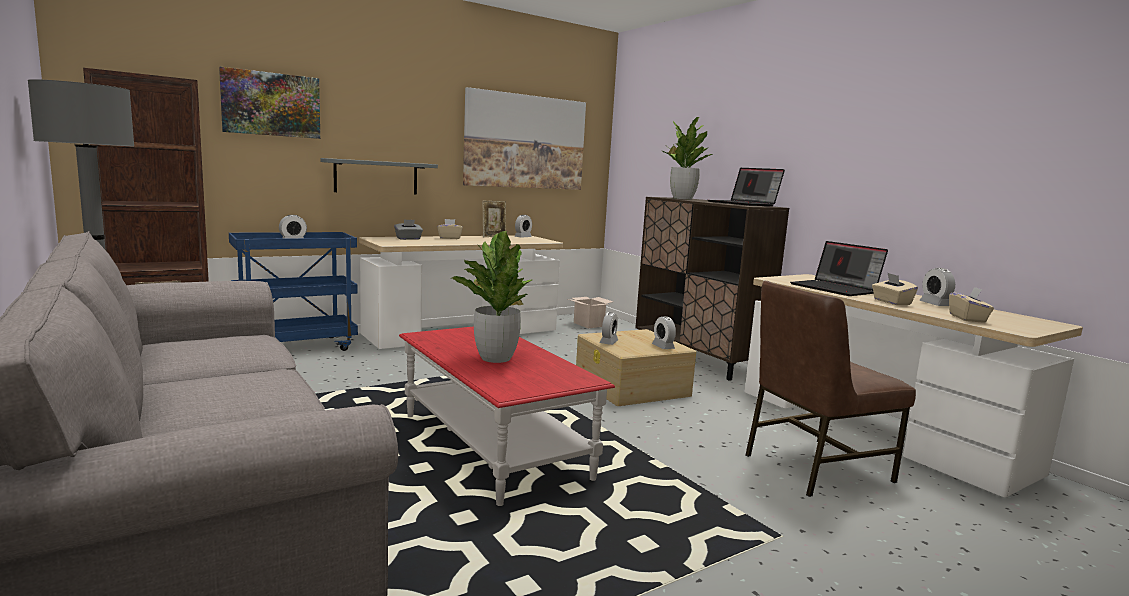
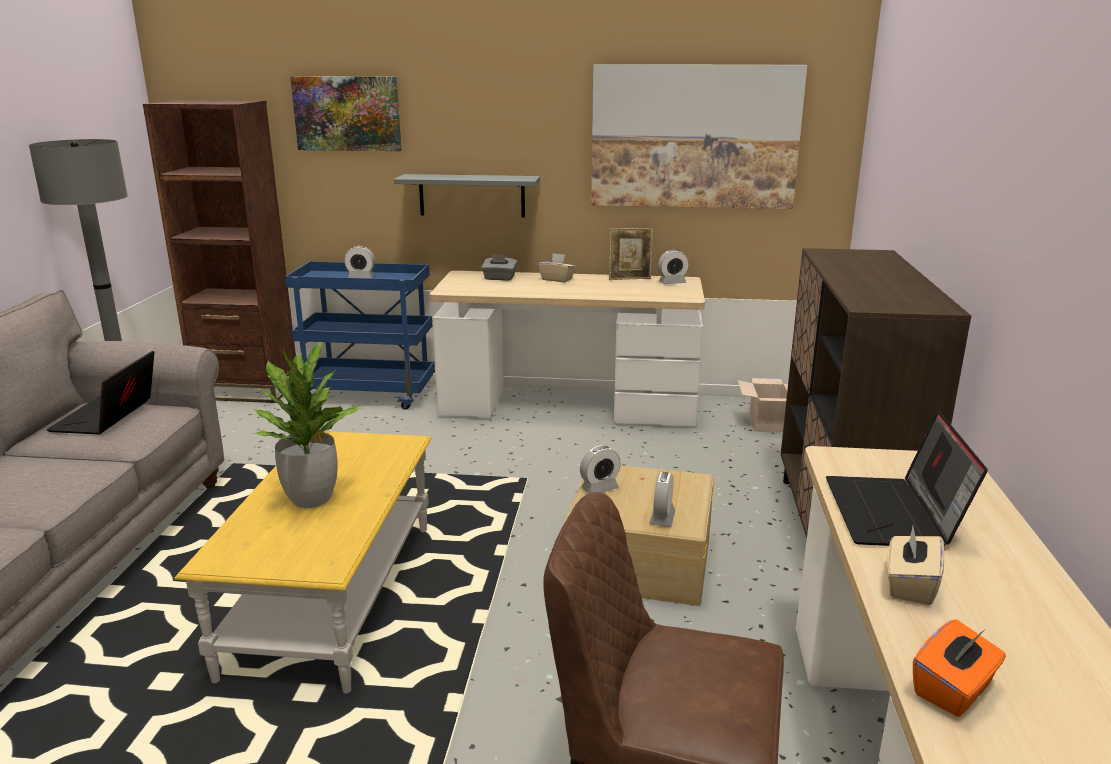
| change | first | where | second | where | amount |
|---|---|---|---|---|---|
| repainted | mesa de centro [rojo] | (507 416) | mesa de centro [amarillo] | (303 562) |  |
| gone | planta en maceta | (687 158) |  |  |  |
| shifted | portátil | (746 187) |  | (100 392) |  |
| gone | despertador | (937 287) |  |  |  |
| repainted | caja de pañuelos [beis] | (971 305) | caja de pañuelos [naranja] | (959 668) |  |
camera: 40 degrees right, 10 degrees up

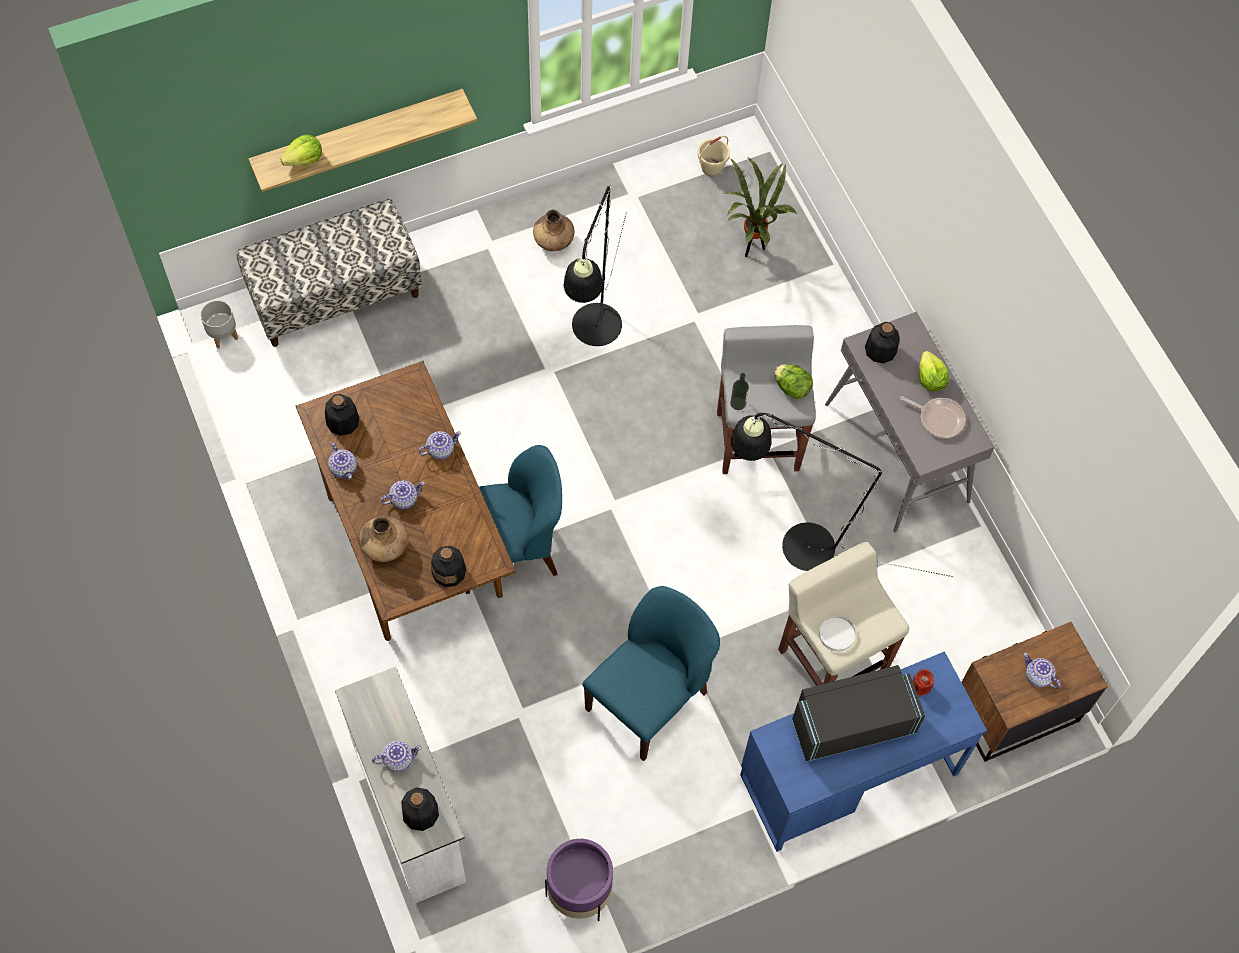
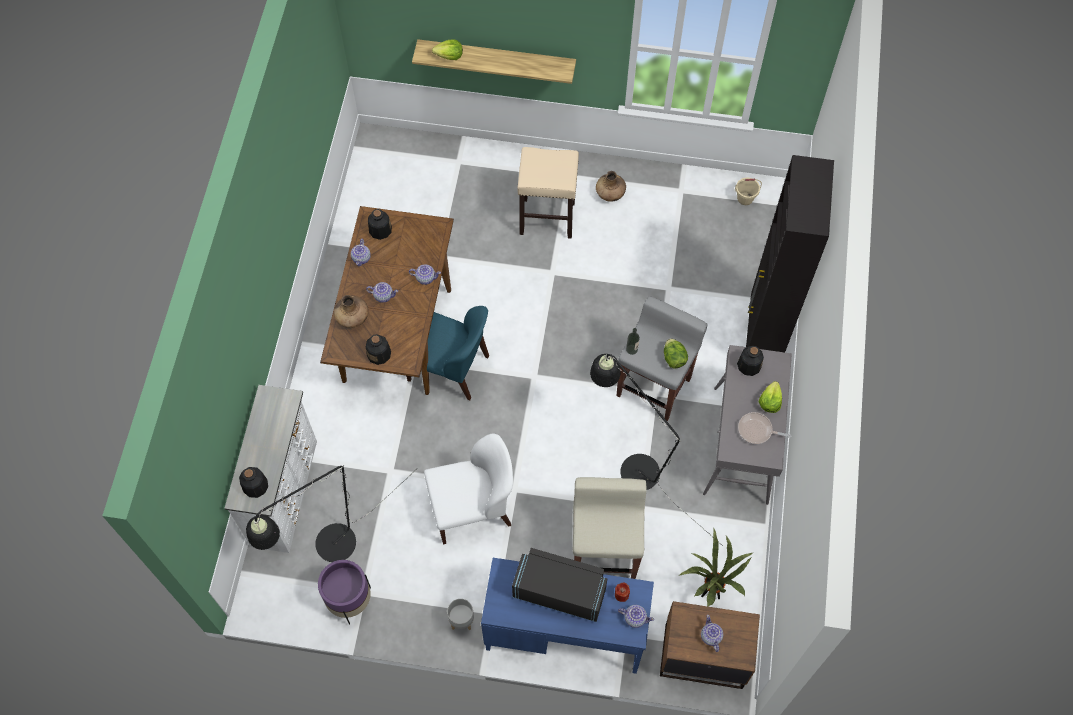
| change | first | where | second | where | amount |
|---|---|---|---|---|---|
| shifted | maceta [gris] | (219 324) |  | (460 614) |  |
| gone | banco | (329 273) |  |  |  |
| shifted | tetera | (397 756) |  | (636 616) |  |
| shifted | lámpara de pie [negro] | (595 265) |  | (332 514) |  |
| repainted | silla [azul] | (651 673) | silla [blanco] | (468 489) |  |
| shifted | planta en maceta | (760 207) |  | (715 567) |  |
| gone | plato [blanco] | (837 633) |  |  |  |
| rotated | sartén | (933 417) |  | (764 428) | 135 degrees clockwise |
| new |  |  | taburete [beis] | (548 193) |  |
| new |  |  | armario [negro] | (790 253) |  |
camera: 35 degrees right, 0 degrees up

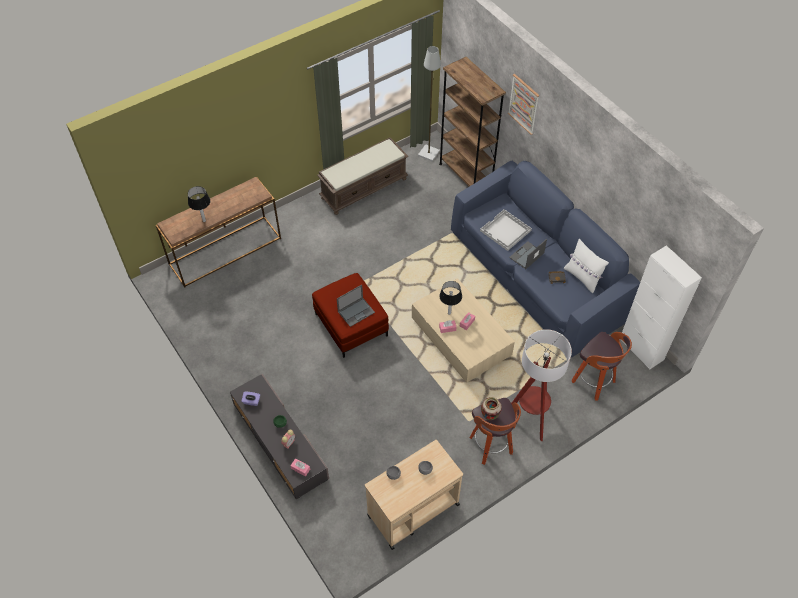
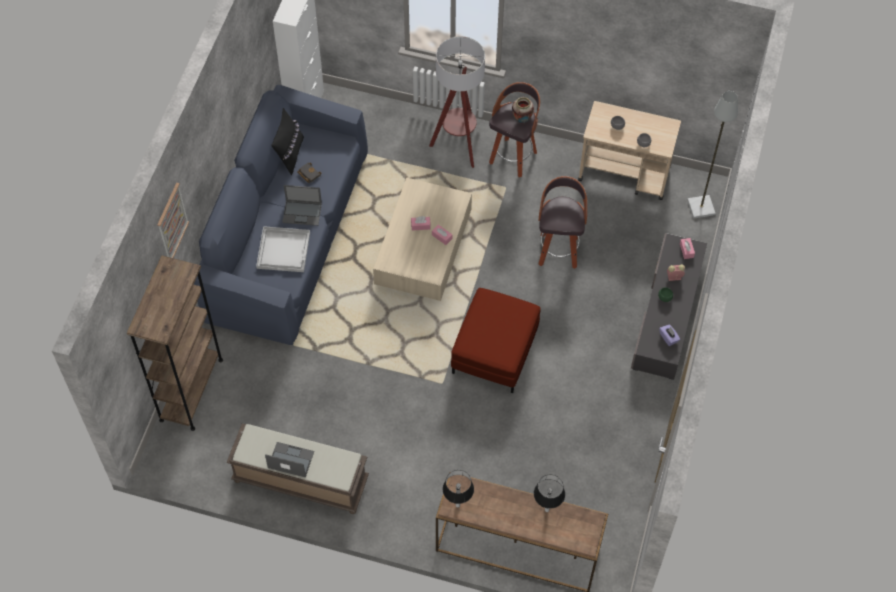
| change | first | where | second | where | amount |
|---|---|---|---|---|---|
| shifted | portátil | (356 306) |  | (289 460) |  |
| shifted | lámpara de pie [gris] | (429 104) |  | (712 155) |  |
| shifted | lámpara de mesa | (450 298) |  | (458 489) |  |
| repainted | cojín [blanco] | (586 266) | cojín [negro] | (287 142) |  |
| shifted | taburete | (602 366) |  | (562 222) |  |
camera: 130 degrees left, 5 degrees up

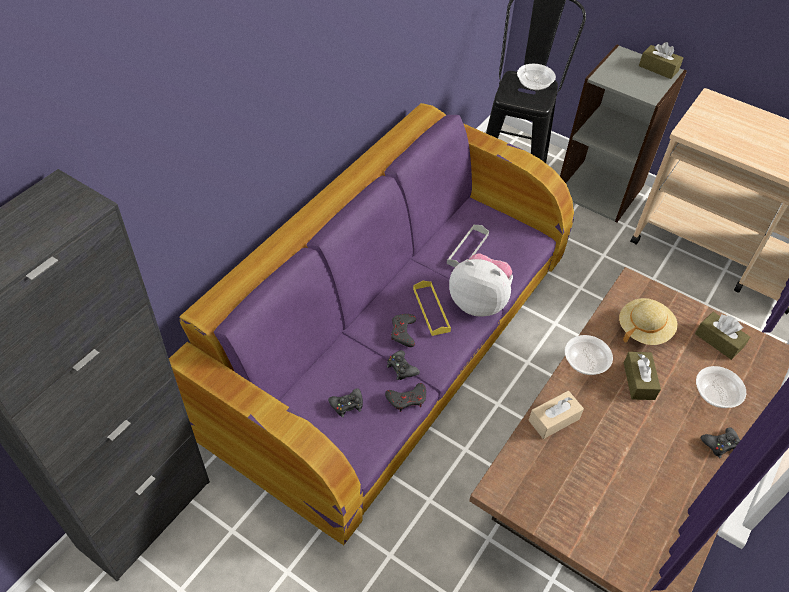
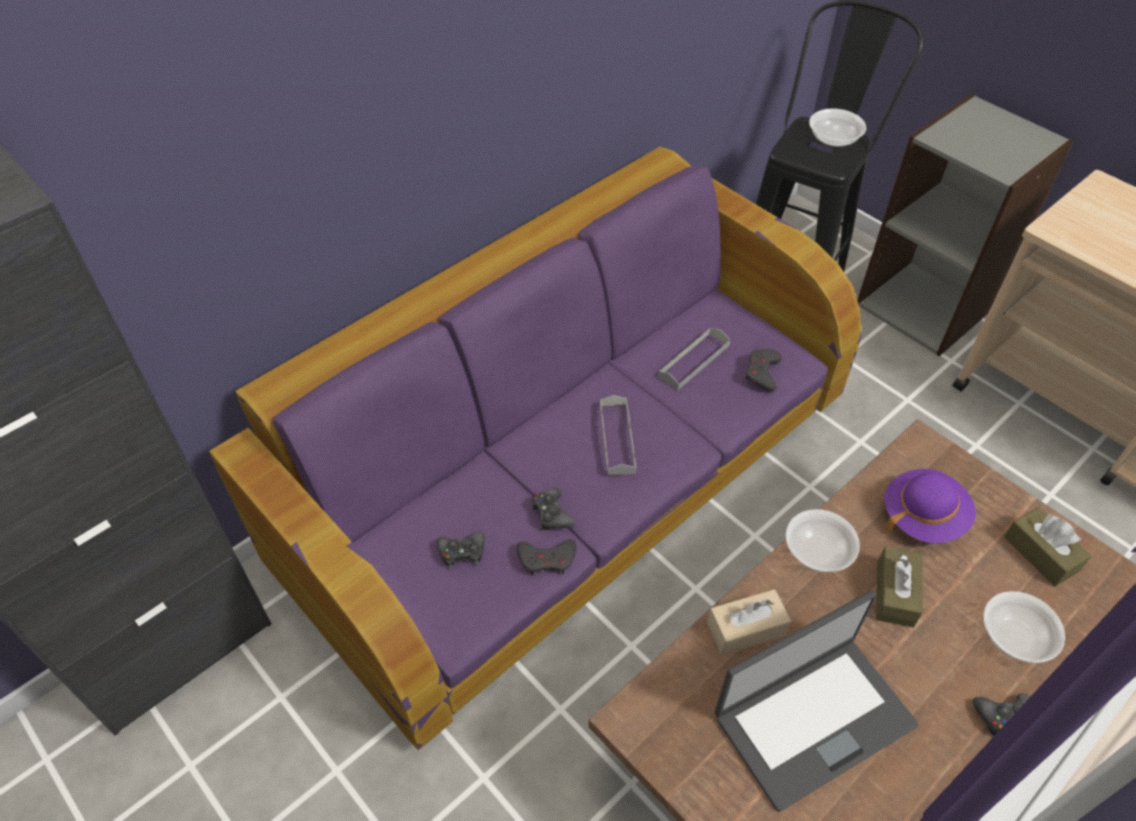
| change | first | where | second | where | amount |
|---|---|---|---|---|---|
| shifted | mando de consola [gris] | (403 330) |  | (763 370) |  |
| repainted | bandeja [amarillo] | (432 308) | bandeja [gris] | (618 435) |  |
| gone | peluche | (481 285) |  |  |  |
| repainted | sombrero [beis] | (648 321) | sombrero [morado] | (930 506) |  |
| gone | caja de pañuelos [marrón] | (661 60) |  |  |  |
| new |  |  | portátil | (817 701) |  |
camera: 15 degrees right, 0 degrees up

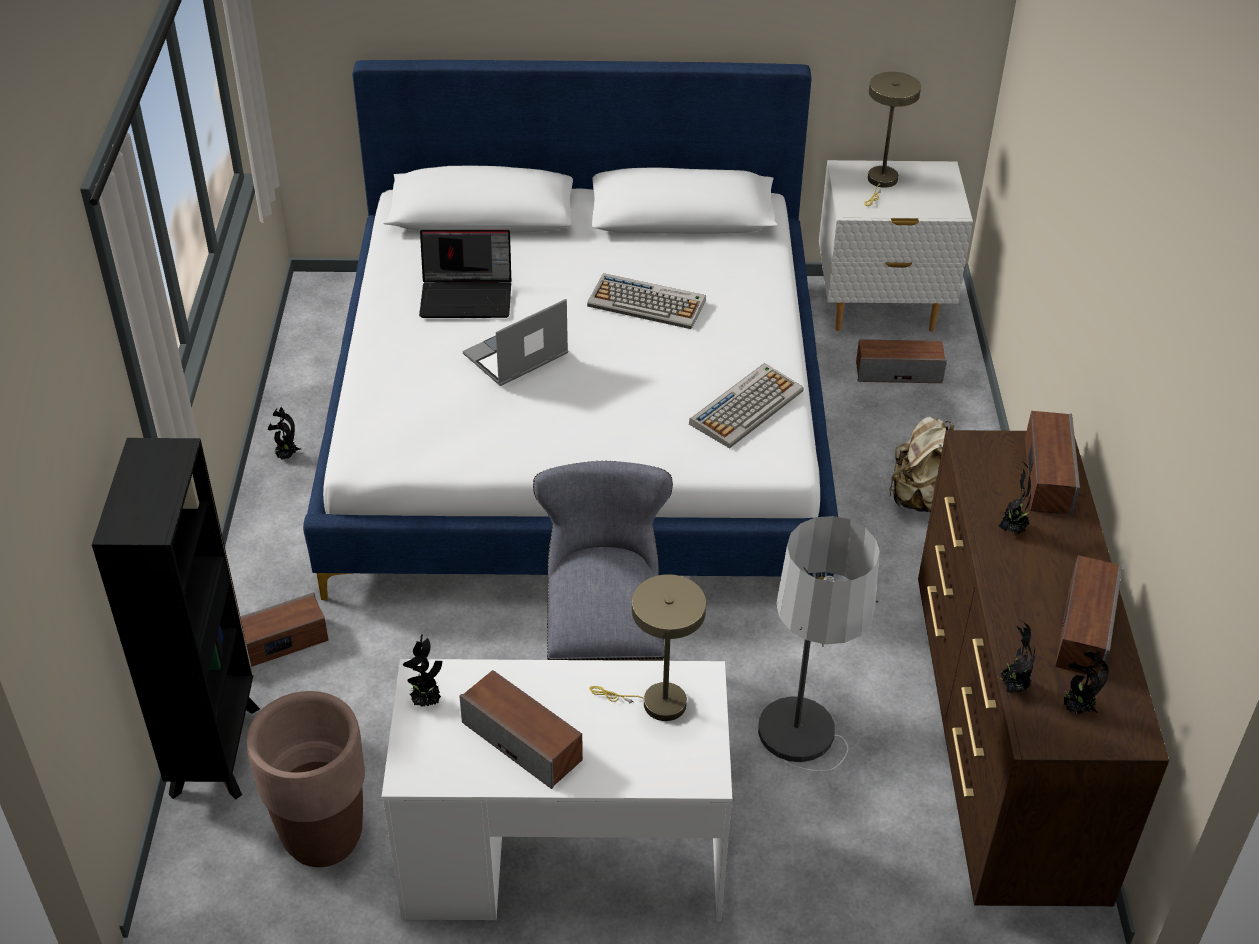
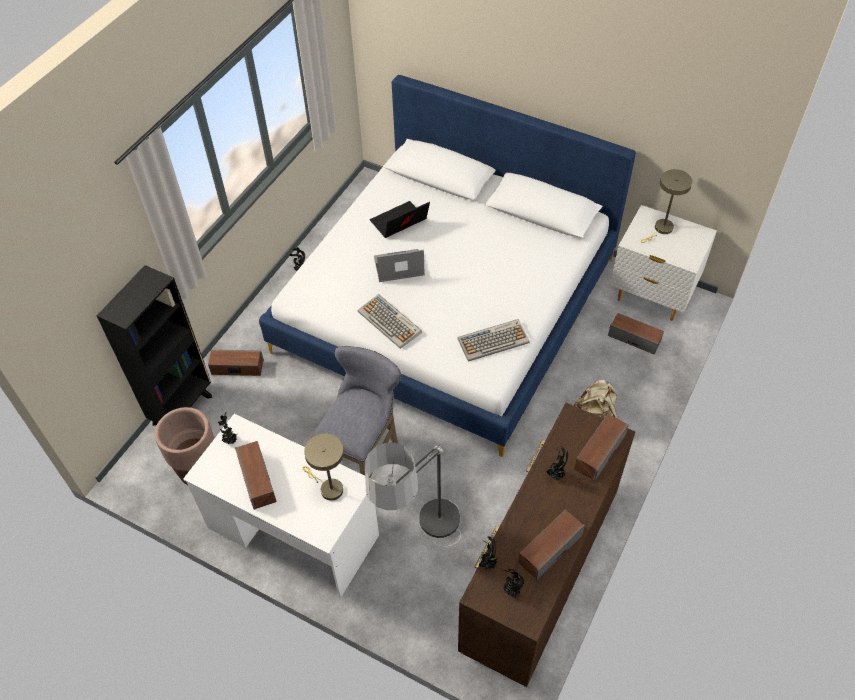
| change | first | where | second | where | amount |
|---|---|---|---|---|---|
| rotated | portátil | (465 274) |  | (400 219) | 120 degrees clockwise |
| shifted | teclado | (646 301) |  | (390 321) |  |
camera: 30 degrees right, 10 degrees up

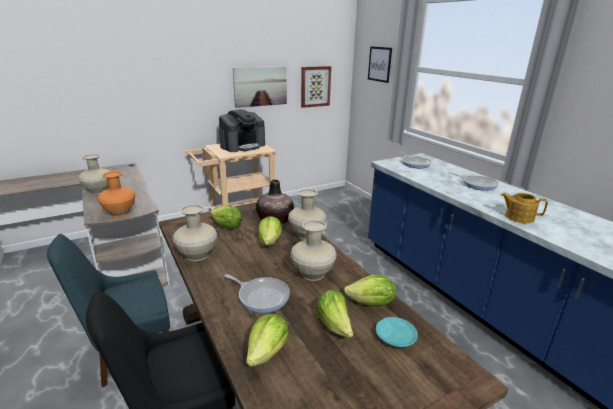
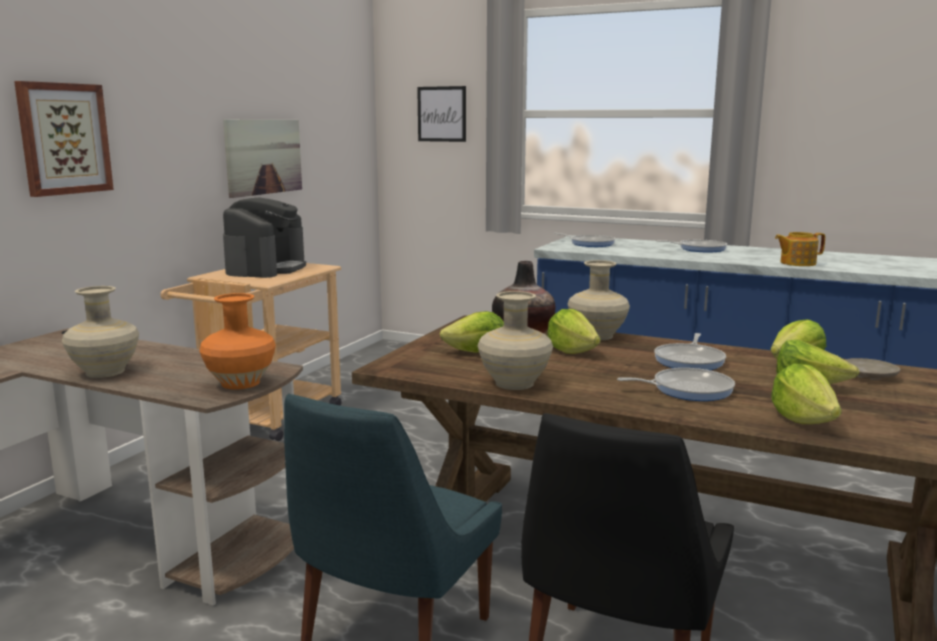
| change | first | where | second | where | amount |
|---|---|---|---|---|---|
| swapped | florero [beis] | (314 250) | sartén | (690 351) |  |
| shifted | cuadro | (316 87) |  | (64 139) |  |
| repainted | plato [turquesa] | (397 332) | plato [beis] | (873 369) |  |
camera: 35 degrees left, 10 degrees down

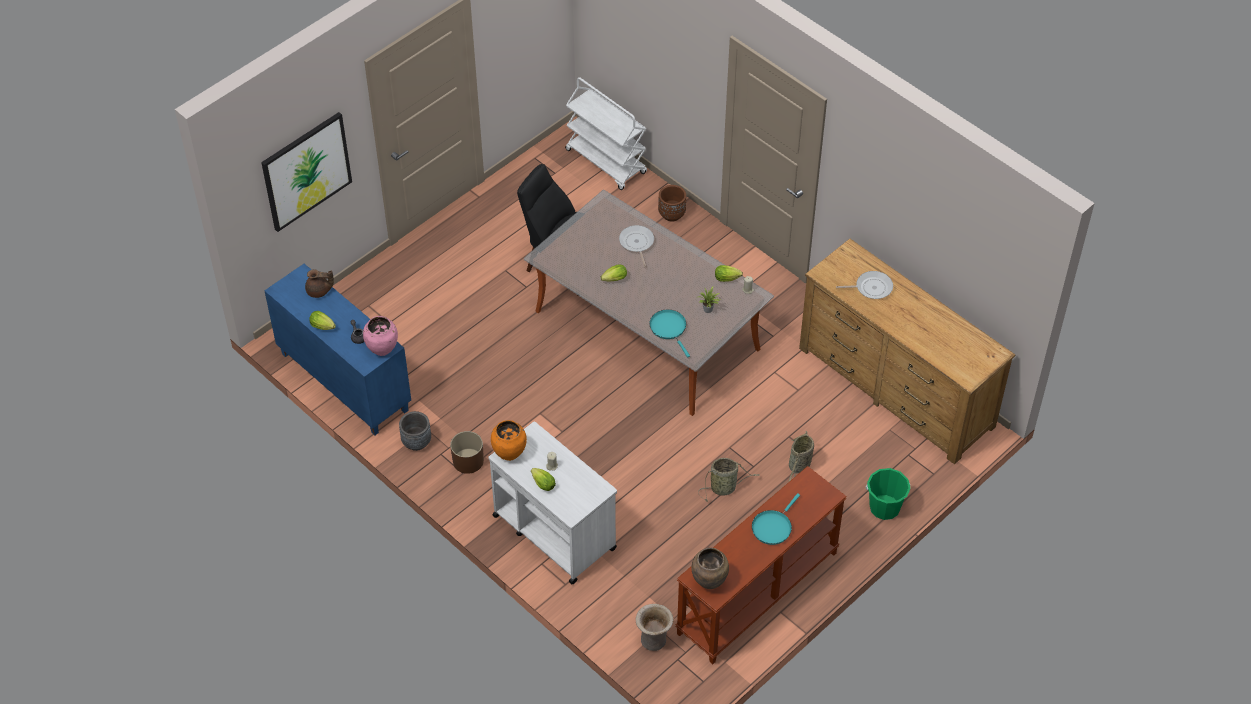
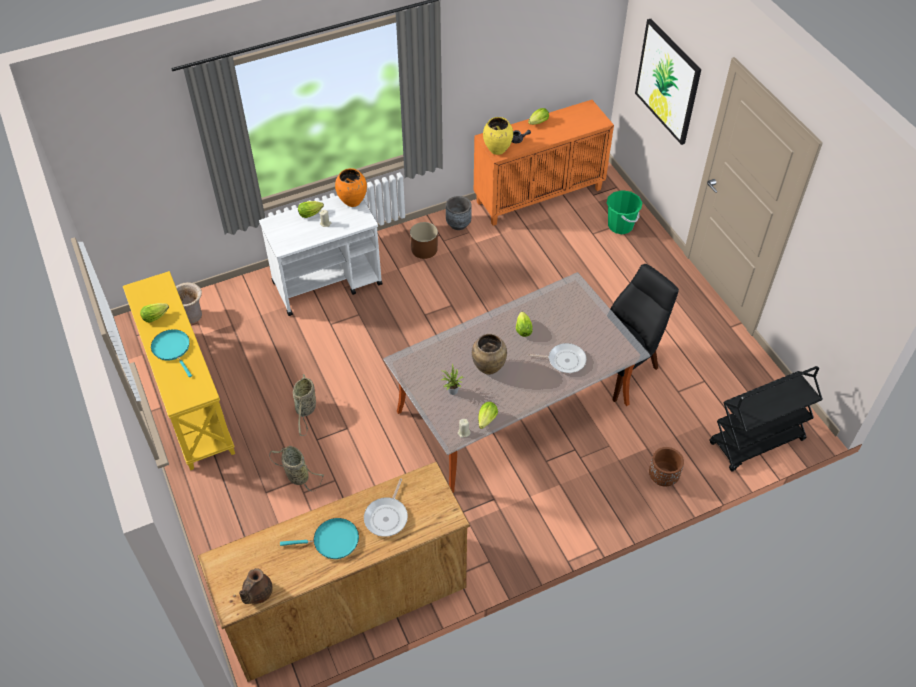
| change | first | where | second | where | amount |
|---|---|---|---|---|---|
| repainted | armario [azul] | (337 349) | armario [naranja] | (544 163) |  |
| shifted | tetera [marrón] | (319 283) |  | (256 586) |  |
| repainted | florero [rosa] | (380 336) | florero [amarillo] | (498 136) |  |
| repainted | carrito [blanco] | (606 133) | carrito [negro] | (766 419) |  |
| shifted | sartén [turquesa] | (669 333) |  | (319 538) |  |
| repainted | mesa consola [marrón] | (761 565) | mesa consola [amarillo] | (179 370) |  |
| shifted | florero [marrón] | (710 568) |  | (489 354) |  |
| shifted | cubo [verde] | (888 494) |  | (625 212) |  |
| new |  |  | lechuga | (154 312) |  |
camera: 110 degrees right, 0 degrees up

